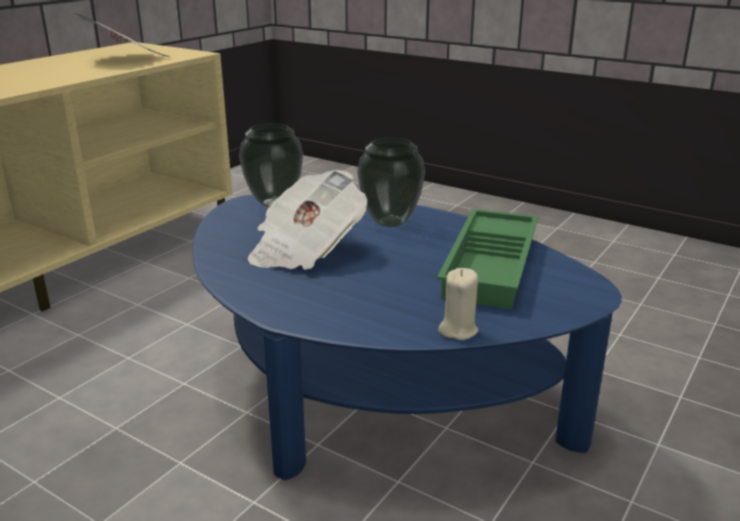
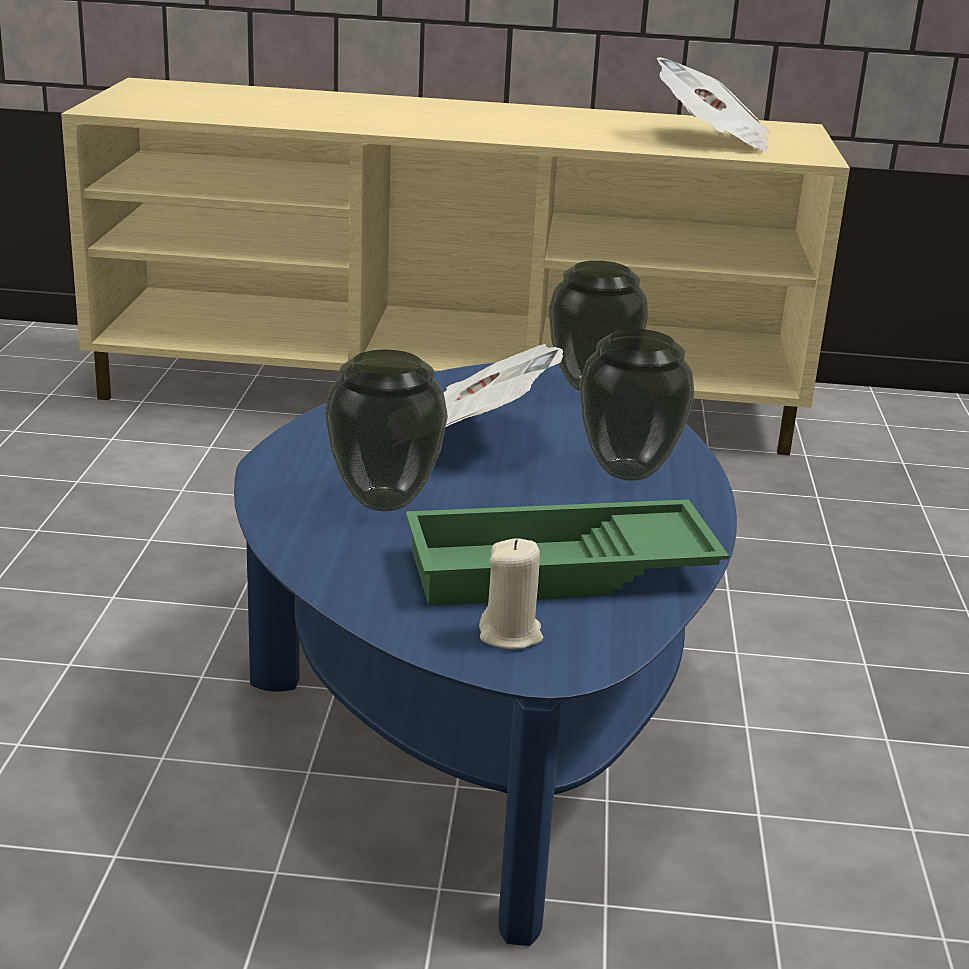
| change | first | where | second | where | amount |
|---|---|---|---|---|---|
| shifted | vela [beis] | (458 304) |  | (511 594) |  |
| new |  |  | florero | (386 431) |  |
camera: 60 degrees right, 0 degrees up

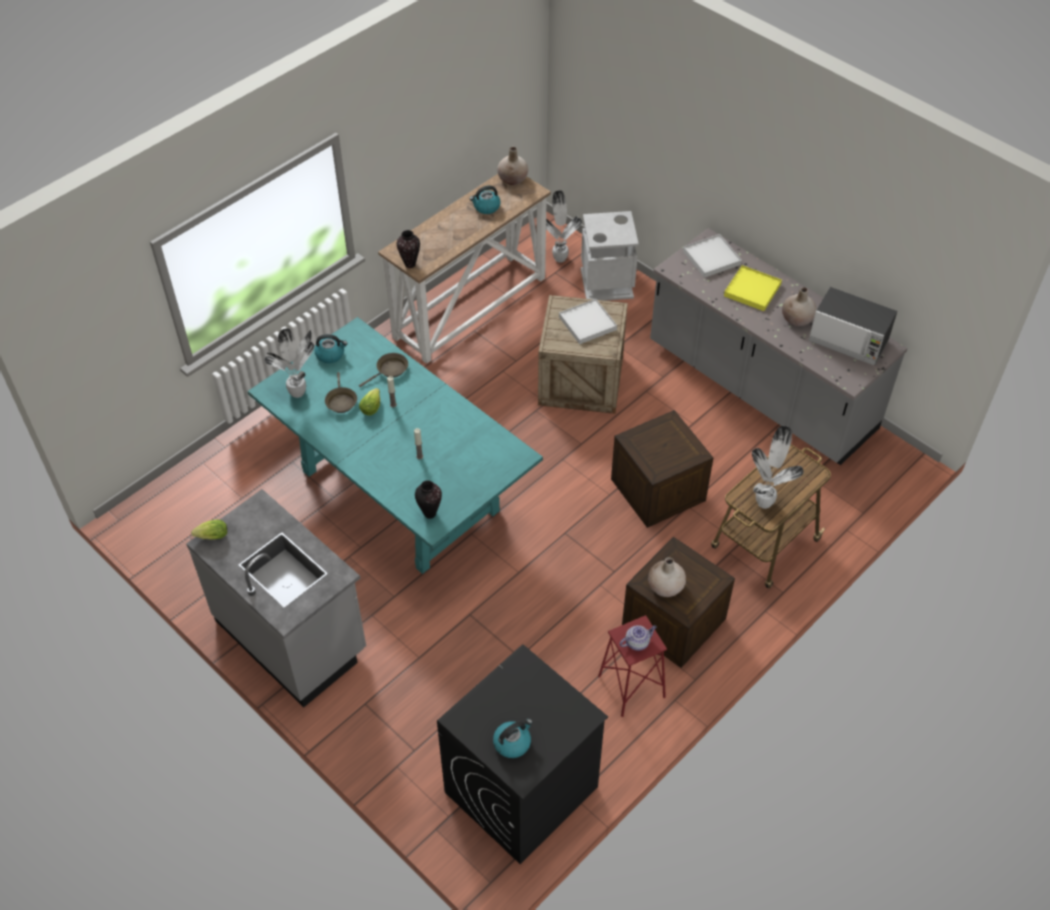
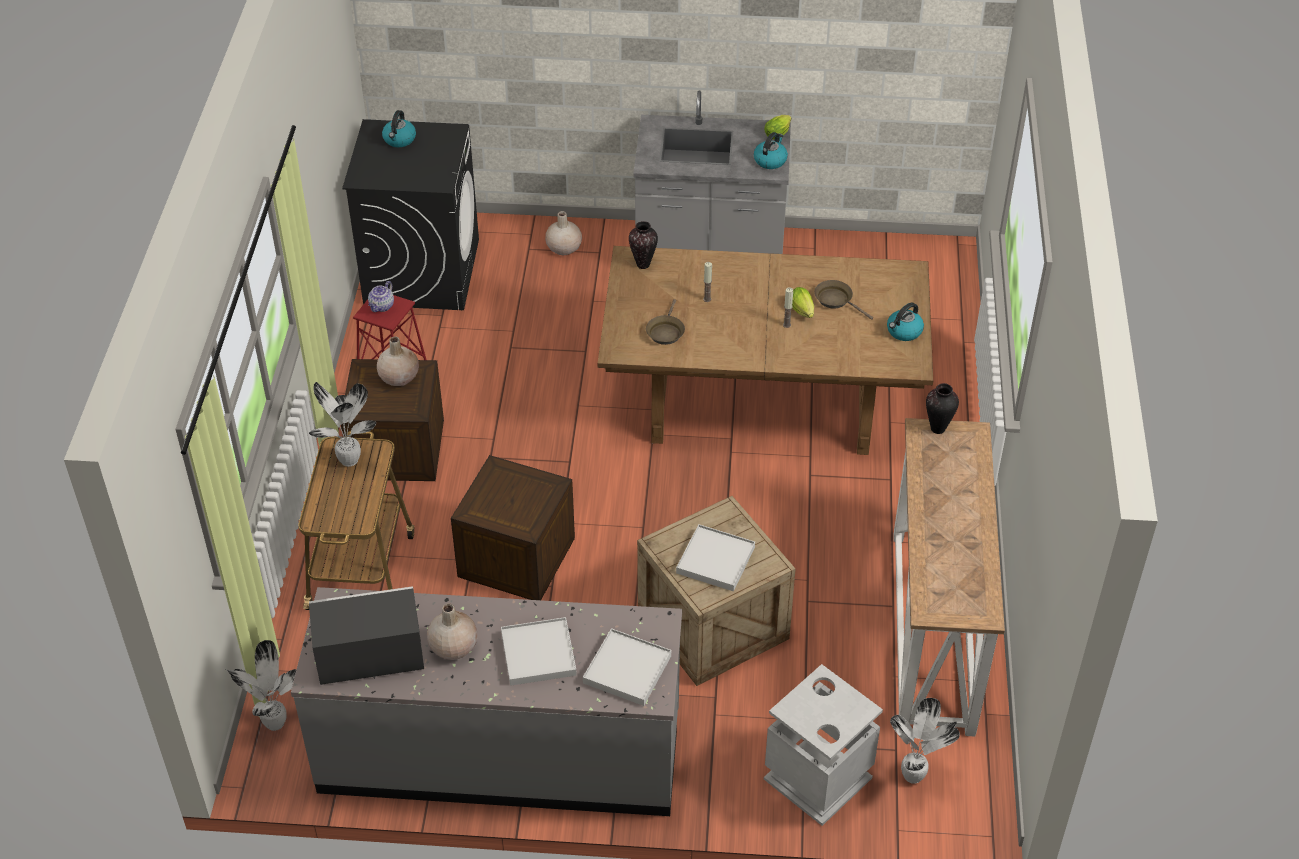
| change | first | where | second | where | amount |
|---|---|---|---|---|---|
| repainted | mesa de comedor [turquesa] | (395 445) | mesa de comedor [marrón] | (765 350) |  |
| shifted | planta en maceta | (289 363) |  | (260 685) |  |
| shifted | sartén [marrón] | (383 370) |  | (665 322) |  |
| shifted | hervidor | (485 200) |  | (771 150) |  |
| shifted | florero [beis] | (512 166) |  | (563 233) |  |
| repainted | bandeja [amarillo] | (753 288) | bandeja [blanco] | (539 651) |  |
camera: 140 degrees right, 5 degrees down

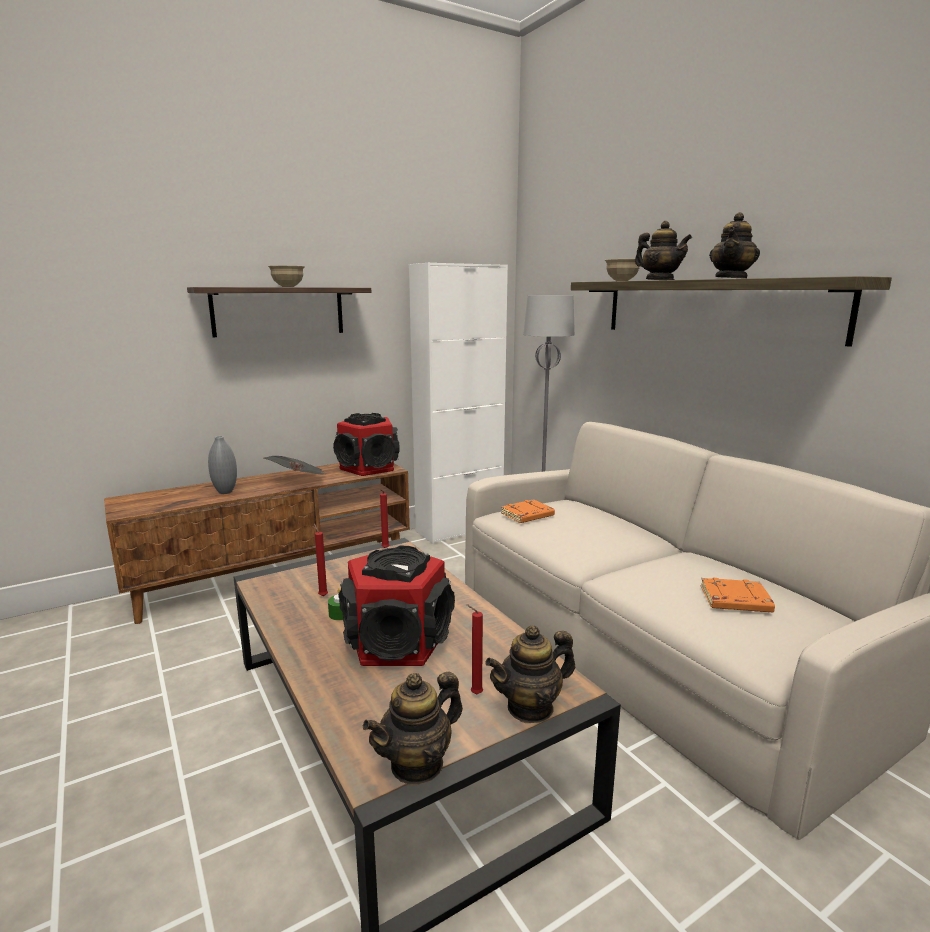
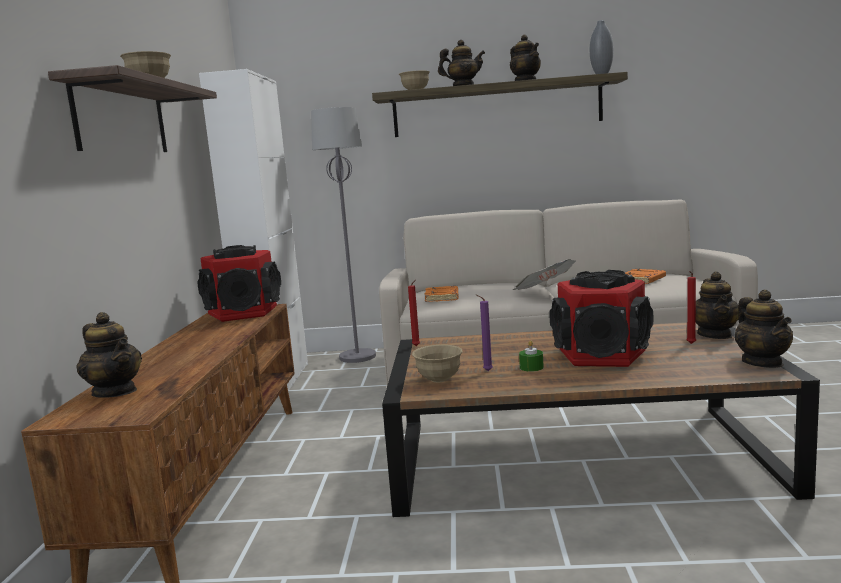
| change | first | where | second | where | amount |
|---|---|---|---|---|---|
| shifted | florero [gris] | (222 465) |  | (602 47) |  |
| shifted | periódico | (294 465) |  | (544 274) |  |
| repainted | vela [rojo] | (321 560) | vela [morado] | (484 332) |  |
| new |  |  | tetera | (109 355) |  |
| new |  |  | cuenco [beis] | (437 363) |  |
camera: 55 degrees left, 5 degrees down

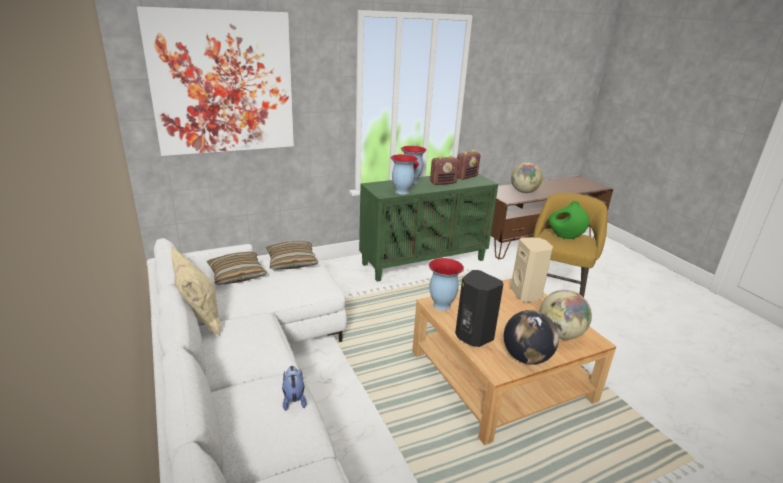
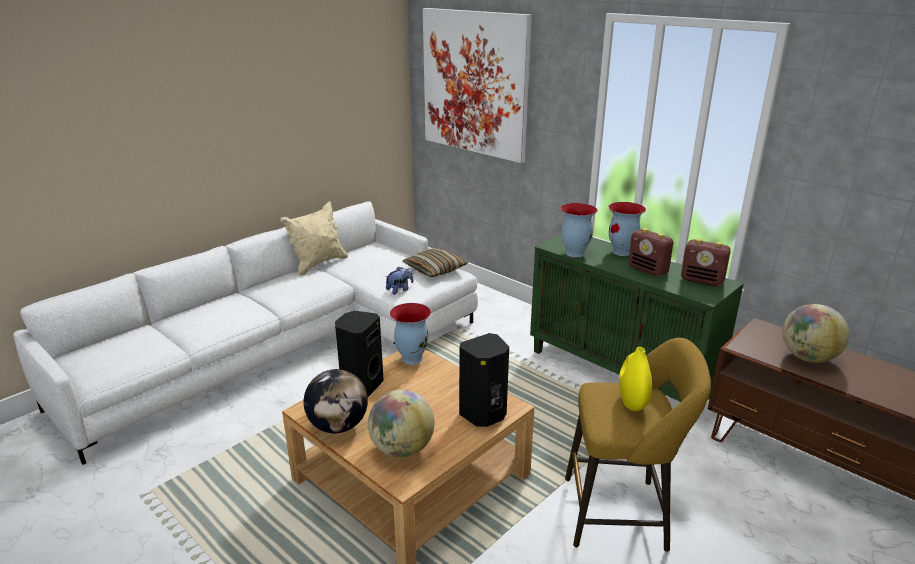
| change | first | where | second | where | amount |
|---|---|---|---|---|---|
| gone | cojín | (237 268) |  |  |  |
| shifted | peluche | (294 388) |  | (399 281) |  |
| repainted | altavoz [beis] | (532 269) | altavoz [negro] | (484 380) |  |
| repainted | florero [verde] | (568 220) | florero [amarillo] | (635 379) |  |
camera: 70 degrees right, 0 degrees up

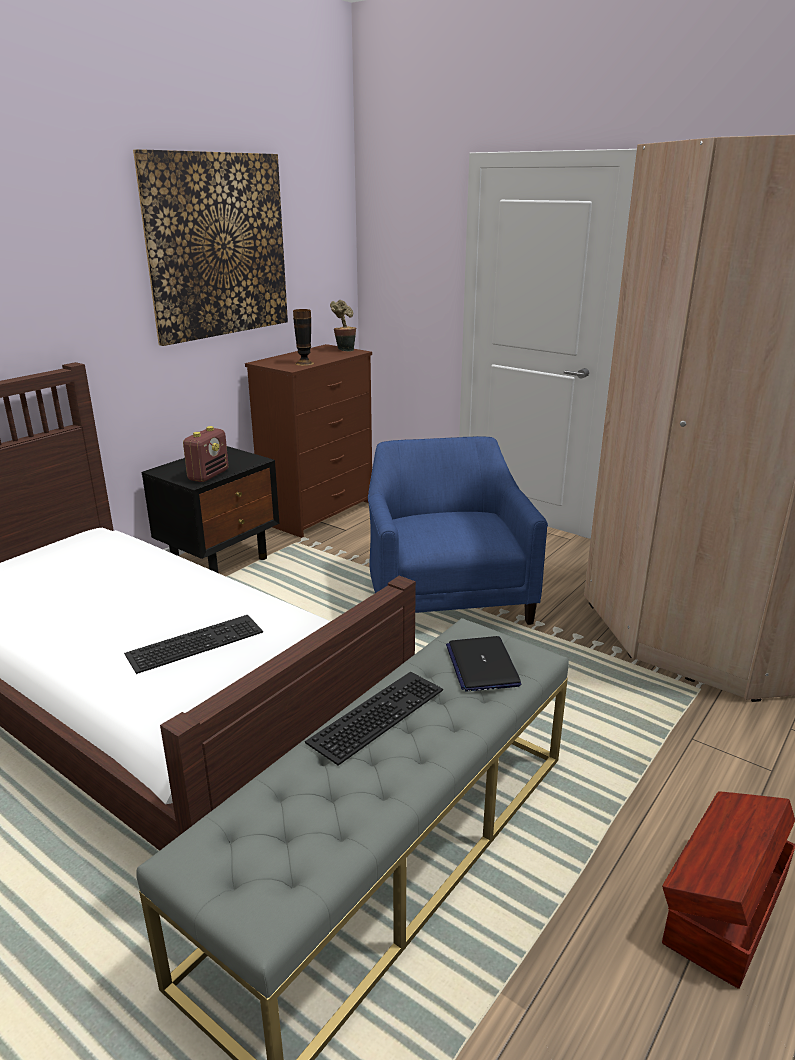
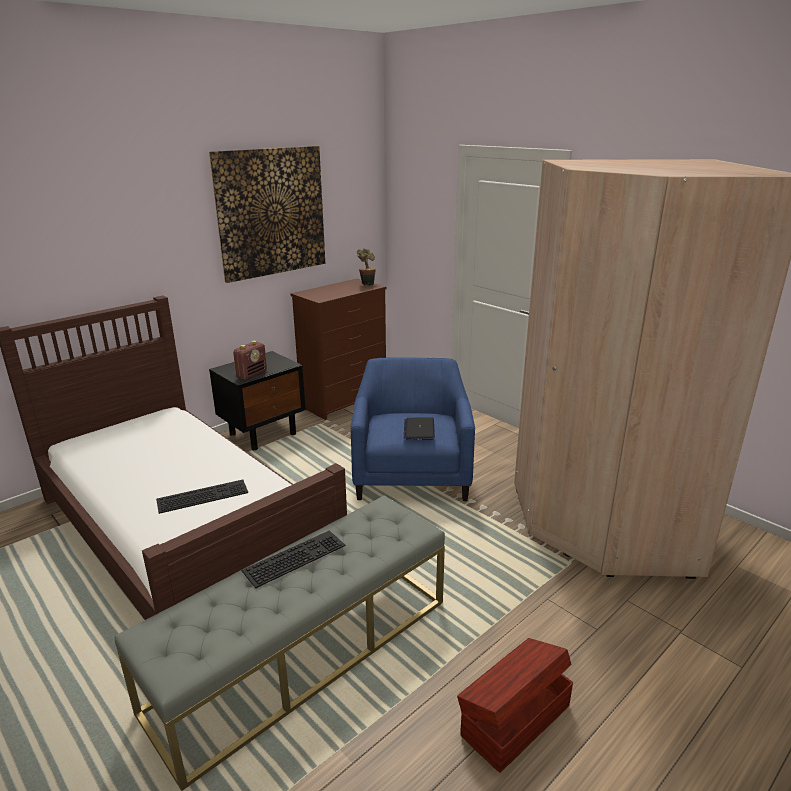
| change | first | where | second | where | amount |
|---|---|---|---|---|---|
| gone | florero | (303 337) |  |  |  |
| shifted | portátil | (483 664) |  | (419 428) |  |
camera: 10 degrees right, 0 degrees up

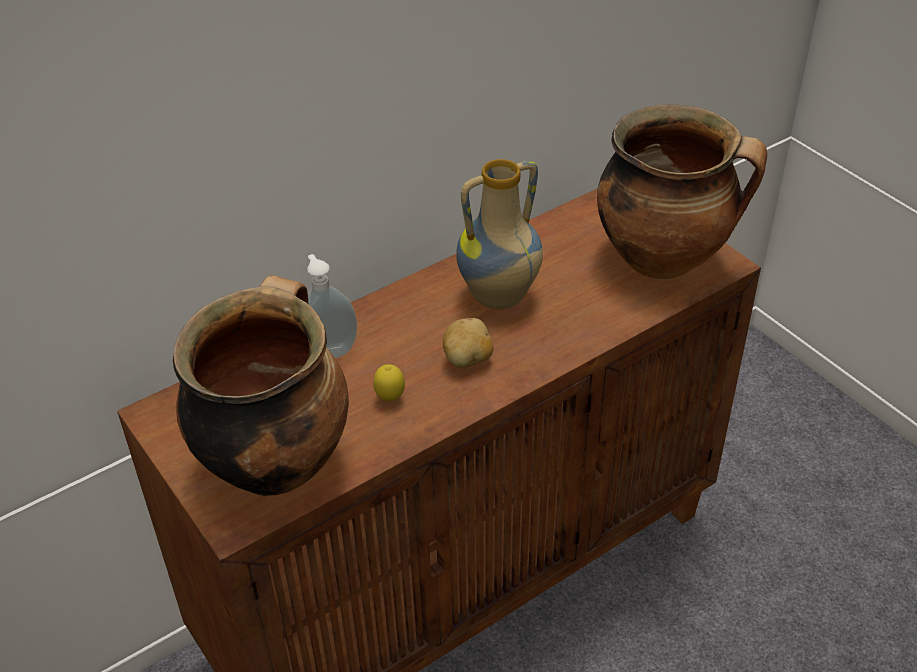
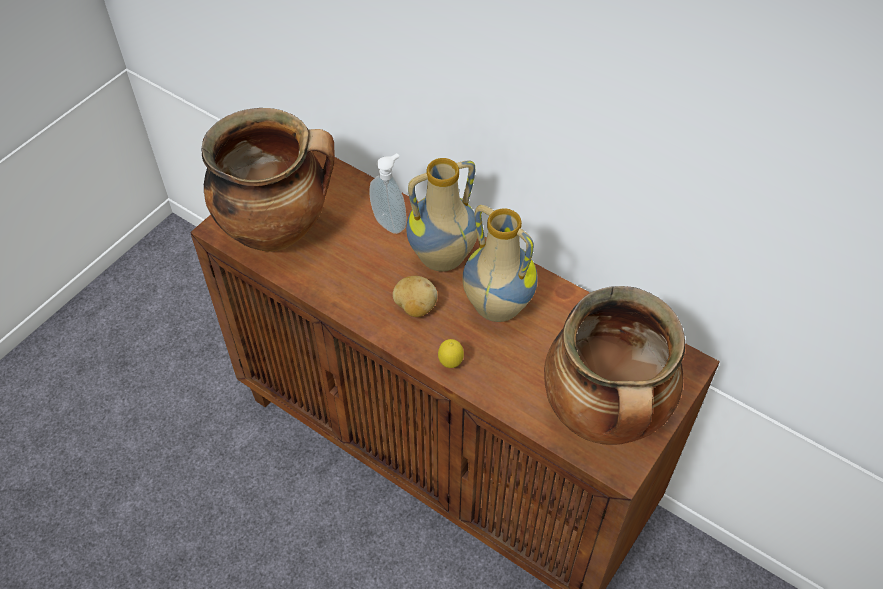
| change | first | where | second | where | amount |
|---|---|---|---|---|---|
| shifted | limón | (389 382) |  | (451 353) |  |
| new |  |  | florero | (441 215) |  |
camera: 70 degrees right, 10 degrees up

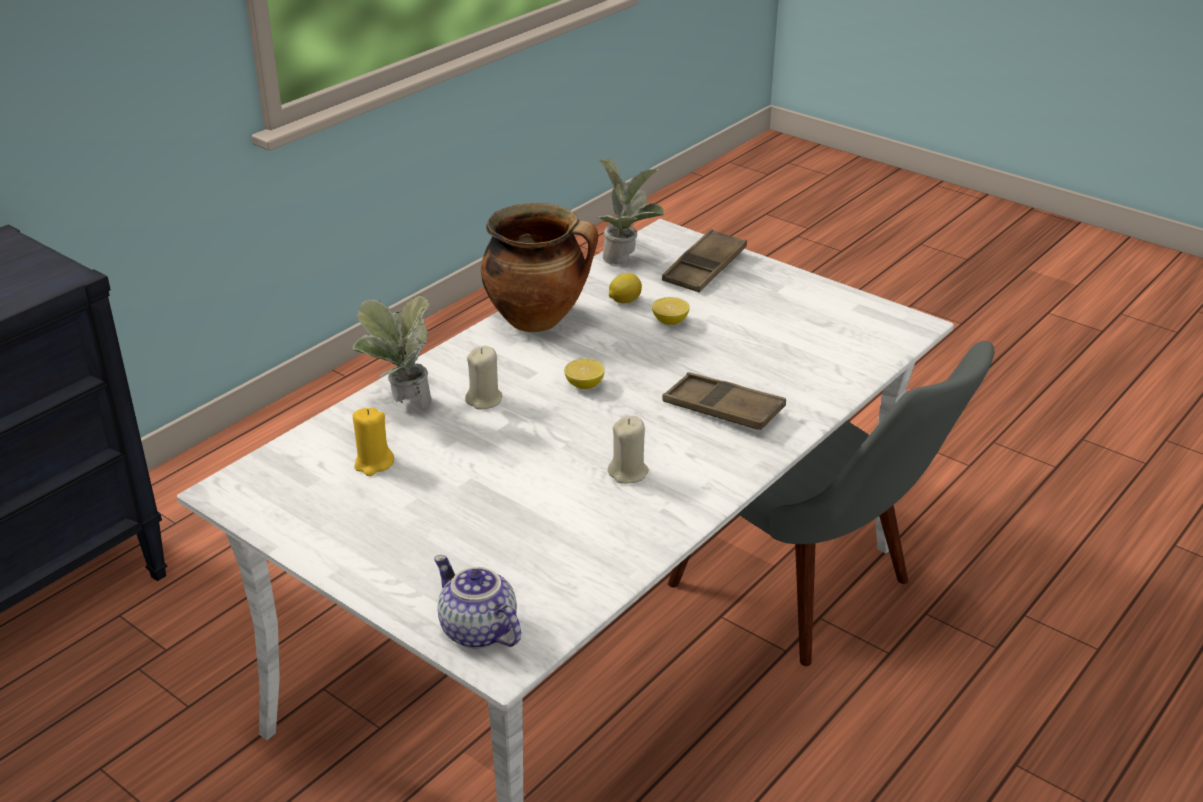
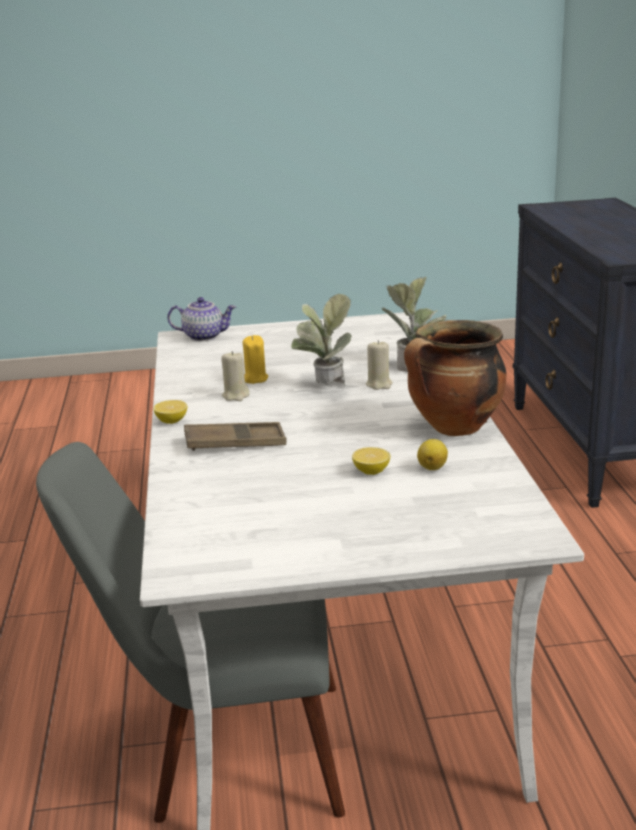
| change | first | where | second | where | amount |
|---|---|---|---|---|---|
| shifted | vela [amarillo] | (373 442) |  | (255 359) |  |
| shifted | limón | (584 373) |  | (170 412) |  |
| shifted | planta en maceta | (631 211) |  | (321 340) |  |
| gone | bandeja [marrón] | (704 261) |  |  |  |
camera: 135 degrees right, 10 degrees down

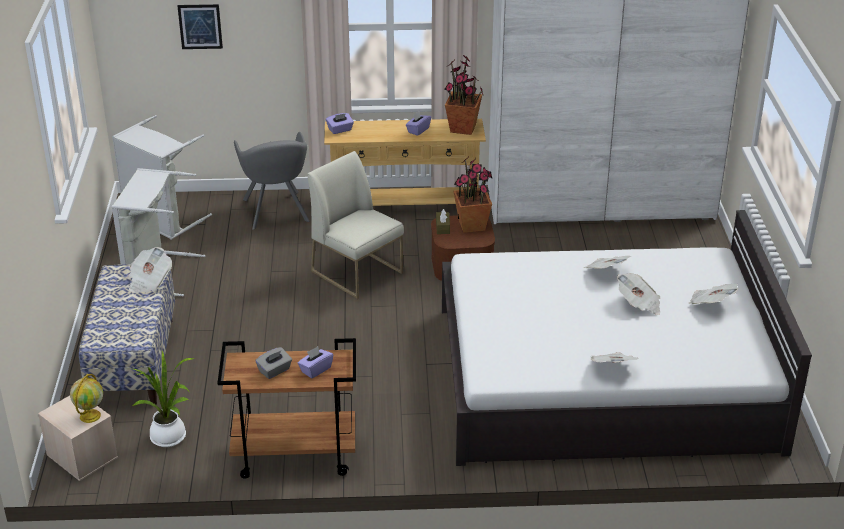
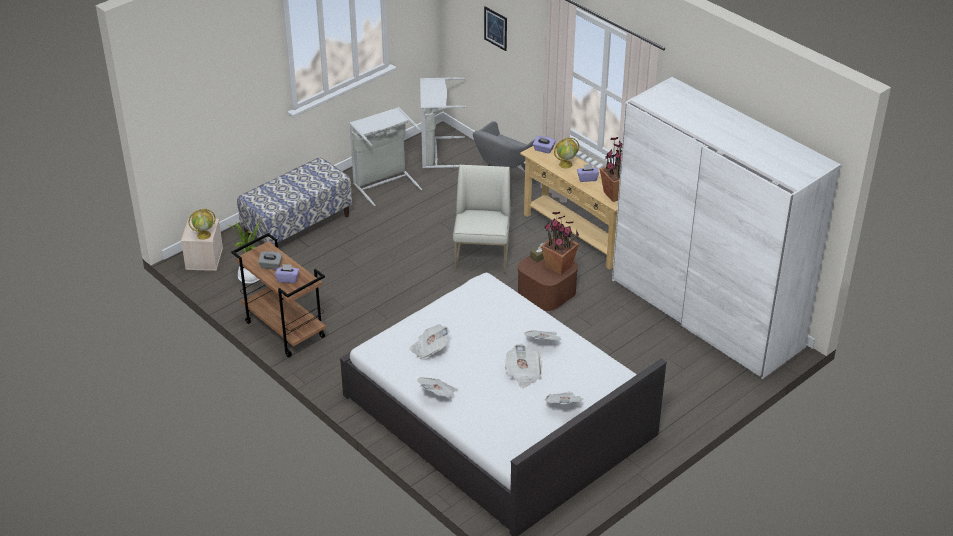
| change | first | where | second | where | amount |
|---|---|---|---|---|---|
| shifted | periódico | (150 270) |  | (430 341) |  |
| new |  |  | globo terráqueo | (566 152) |  |
camera: 50 degrees right, 5 degrees up

